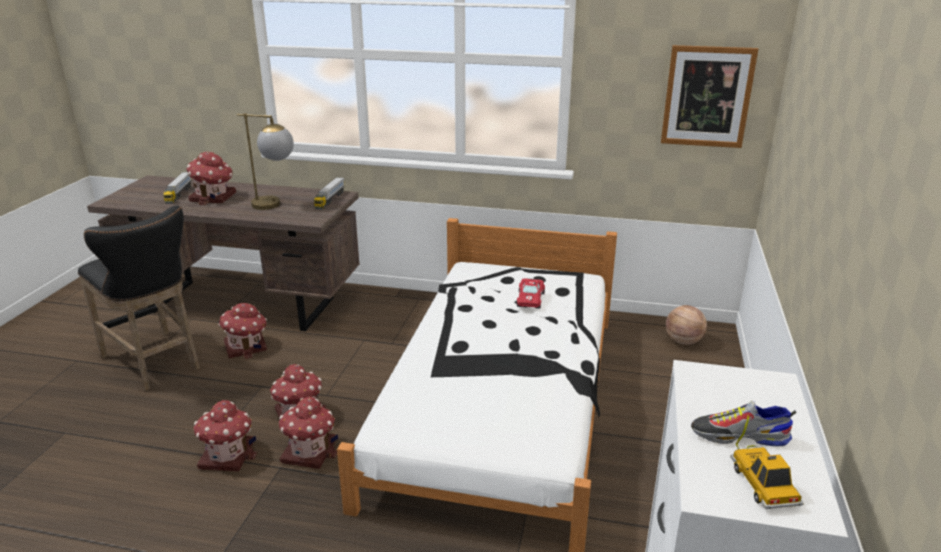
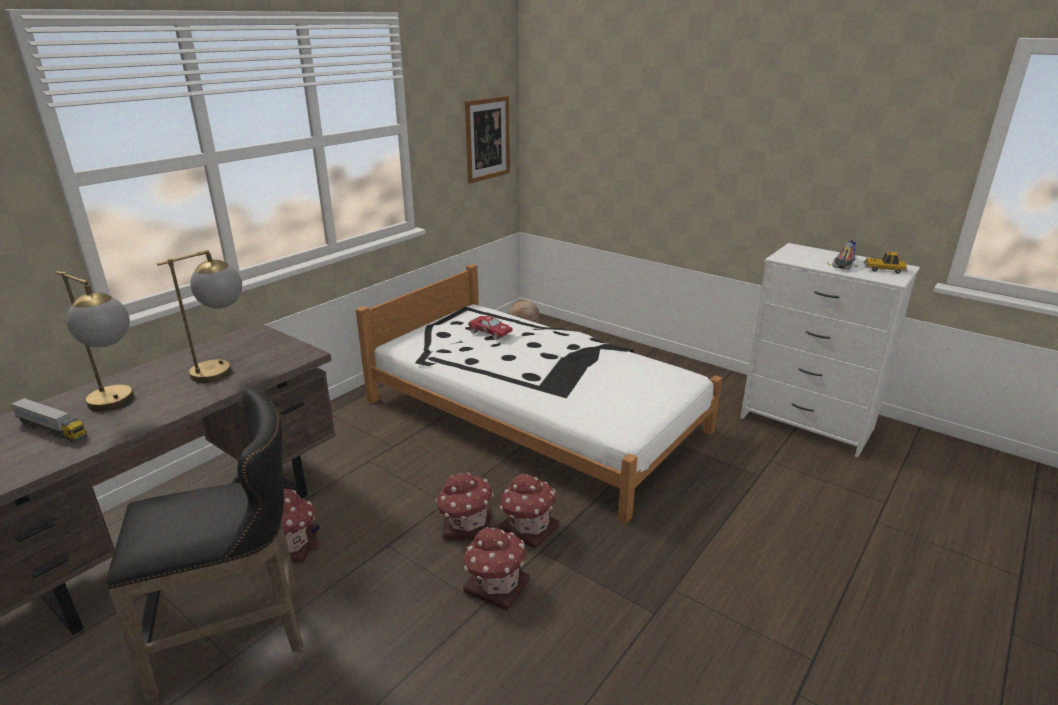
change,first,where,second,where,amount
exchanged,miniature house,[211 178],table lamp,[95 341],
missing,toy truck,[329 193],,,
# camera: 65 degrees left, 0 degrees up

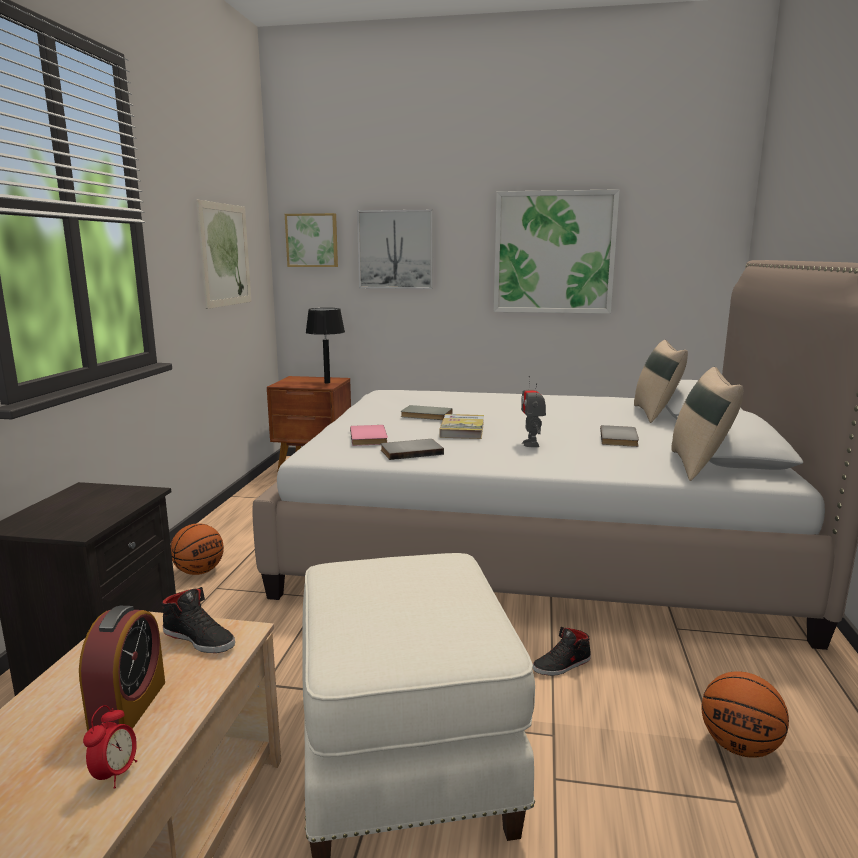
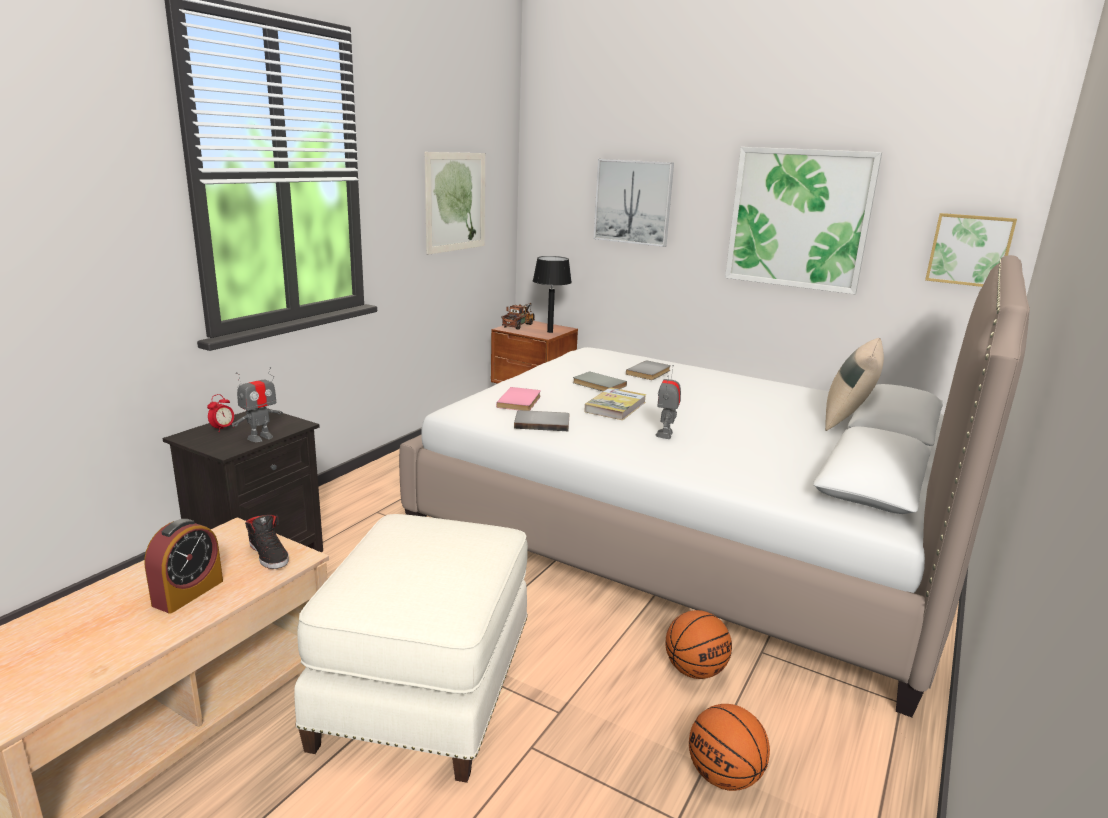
change,first,where,second,where,amount
relocated,wall art,[311 240],,[971 250],
missing,beige-coloured pillow,[707 424],,,
relocated,grey volume,[619 436],,[648 370],
relocated,ball for basketball,[197 549],,[698 644],
missing,black item of footwear,[562 651],,,
relocated,table clock,[110 747],,[220 412],
appeared,,,toy truck,[518 316],
appeared,,,toy robot,[257 404],
# camera: 20 degrees right, 5 degrees up

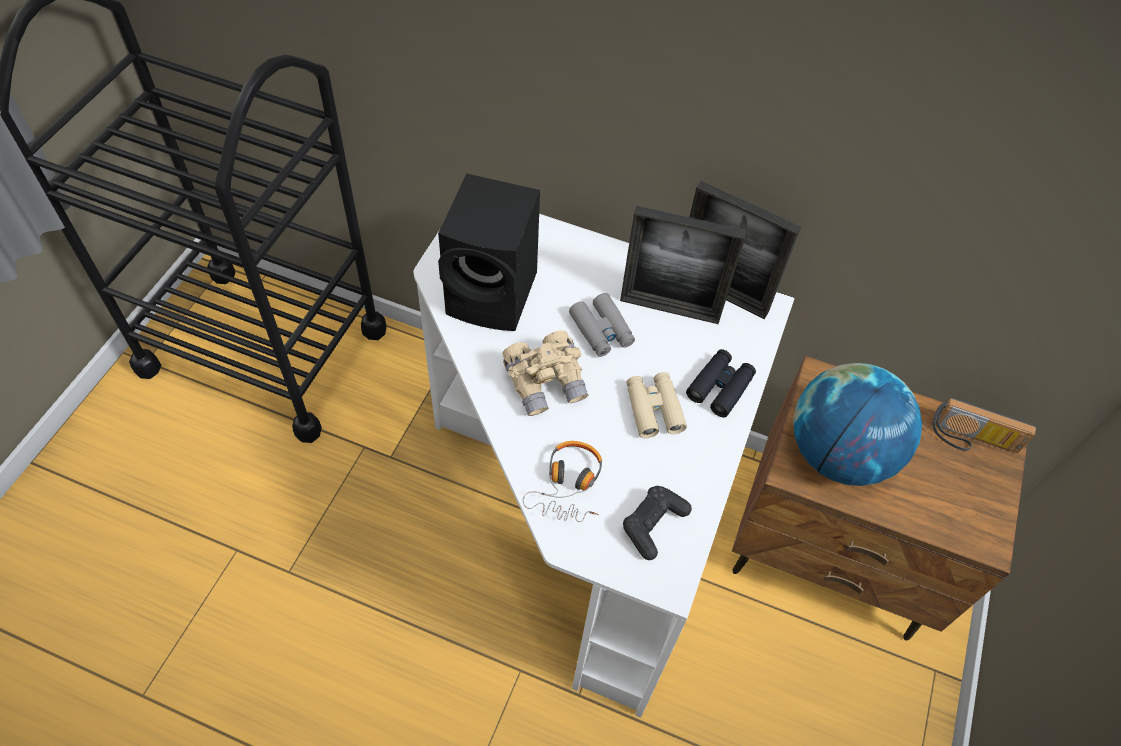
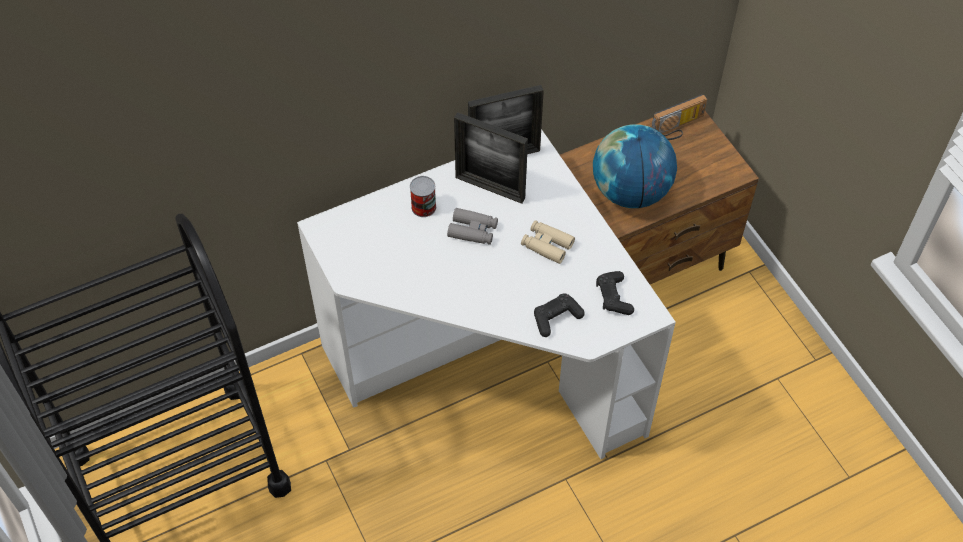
change,first,where,second,where,amount
missing,black speaker,[489 252],,,
spun,picture frame,[683 264],,[491 158],60 degrees clockwise
missing,beige-coloured binoculars,[545 373],,,
missing,black binoculars,[721 383],,,
exchanged,headset,[562 481],black gamepad,[559 315],
appeared,,,sealed can,[423 196],
# camera: 45 degrees left, 0 degrees up

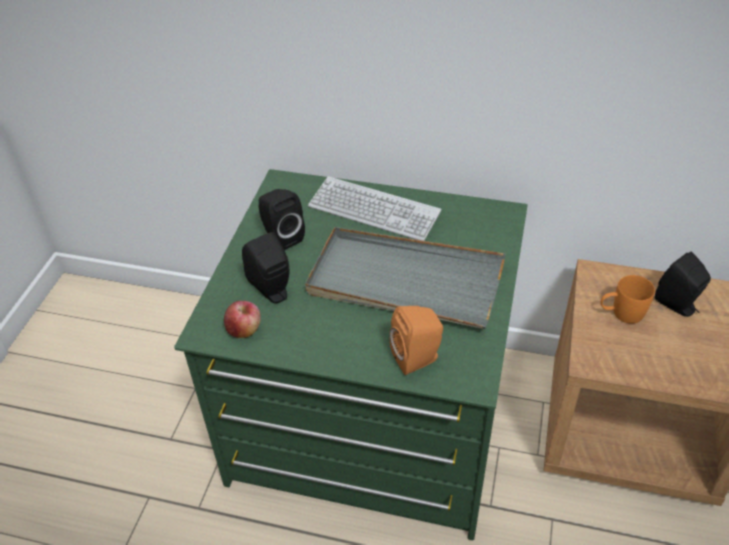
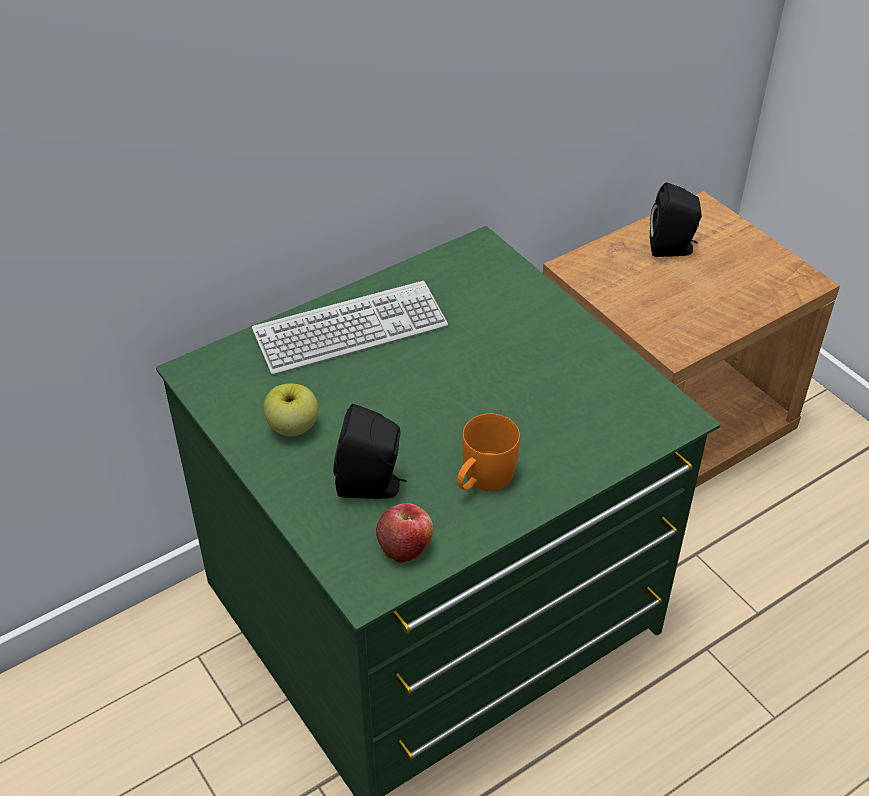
change,first,where,second,where,amount
exchanged,black speaker,[282 219],apple fruit,[290 409],
missing,grey carrying tray,[405 278],,,
relocated,orange-coloured mug,[628 299],,[488 452],
missing,orange-coloured speaker,[416 340],,,
# camera: 50 degrees left, 0 degrees up

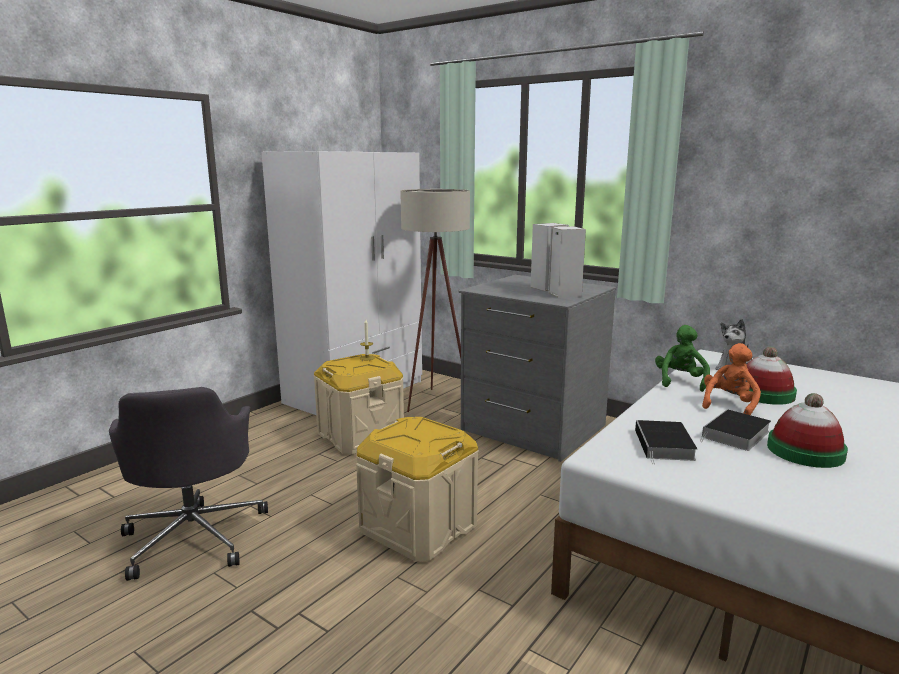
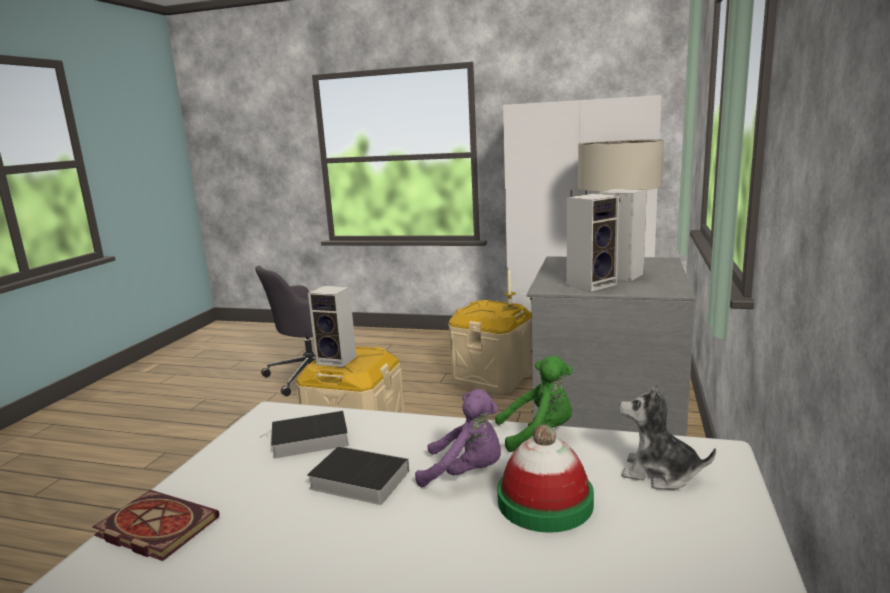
change,first,where,second,where,amount
colour,orange-coloured soft toy,[731 379],purple-coloured soft toy,[458 438],
missing,wearable hat,[807 430],,,
appeared,,,speaker,[332 326],
appeared,,,volume,[156 525],
# camera: 70 degrees right, 0 degrees up

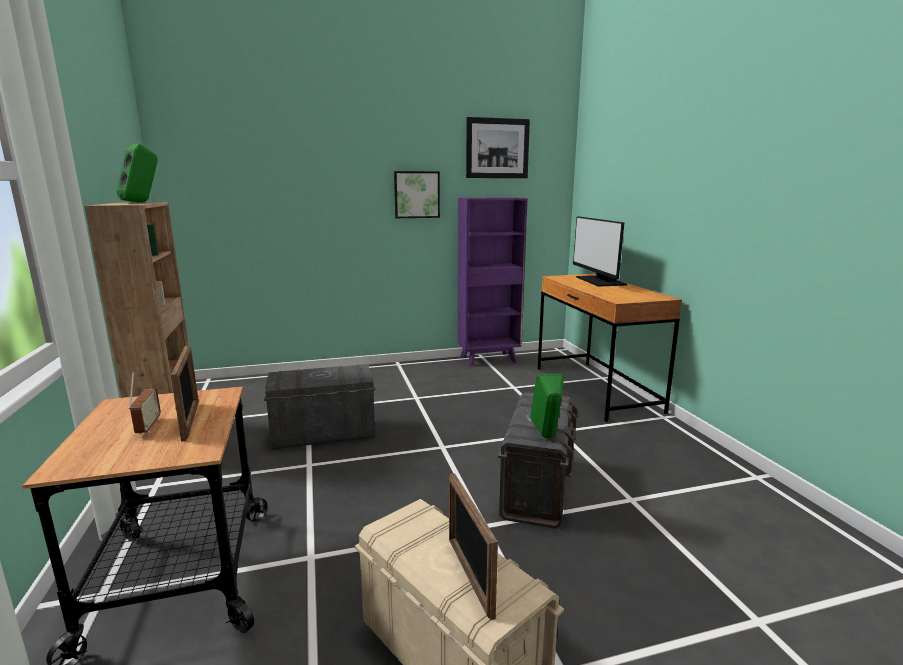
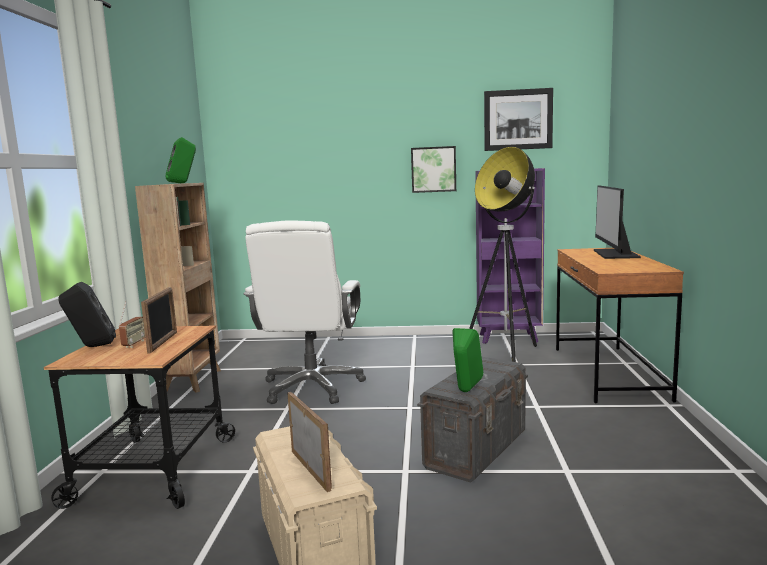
change,first,where,second,where,amount
exchanged,grey storage container,[319 406],white-coloured office chair,[304 312],
spun,picture frame,[473 546],,[309 442],150 degrees clockwise
appeared,,,standard lamp,[503 254],
appeared,,,black speaker,[87 314],
# camera: 20 degrees right, 5 degrees down

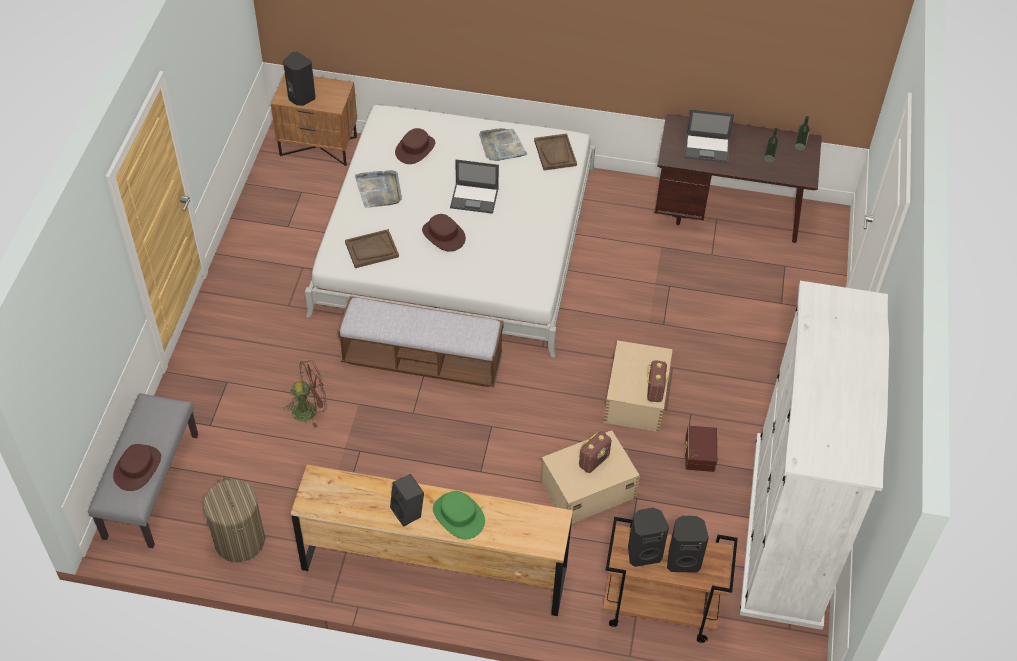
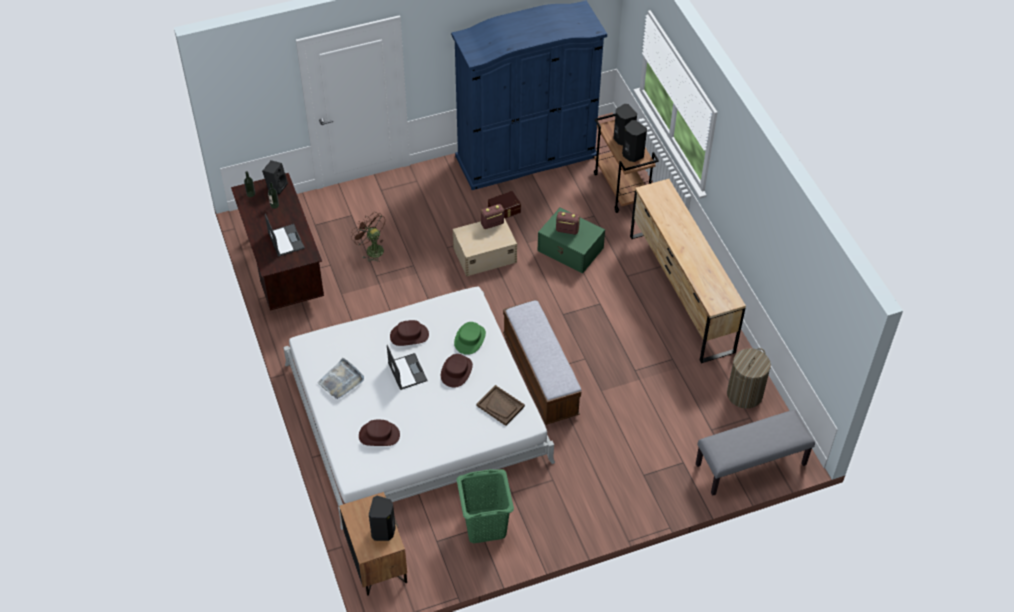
change,first,where,second,where,amount
missing,brownish carrying tray,[555 152],,,
missing,grey carrying tray,[378 189],,,
colour,white-coloured clothes cupboard,[814 455],blue clothes cupboard,[529 95],
relocated,brownish cooling fan,[305 394],,[368 236],
colour,beige-coloured storage container,[590 477],green storage container,[571 241],
relocated,brownish wearable hat,[137 467],,[409 333],
relocated,black speaker,[407 500],,[275 177],
relocated,green wearable hat,[459 515],,[470 338],
appeared,,,green hamper,[485 506],
# camera: 120 degrees left, 0 degrees up

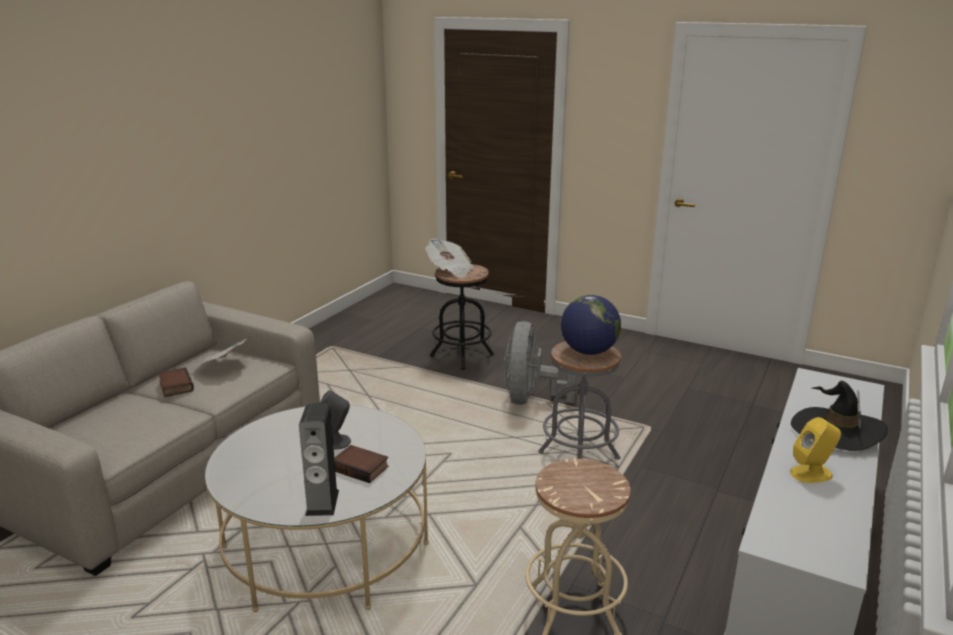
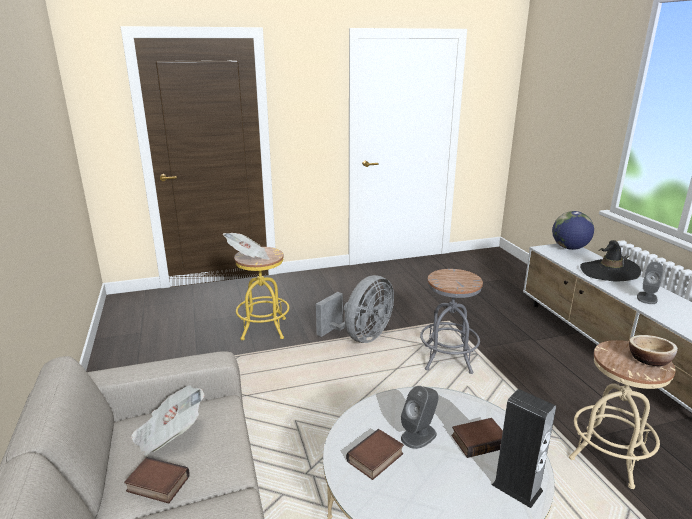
change,first,where,second,where,amount
colour,black sitting stool,[462 317],yellowish sitting stool,[261 293],
relocated,desk globe,[591 325],,[573 230],
spun,grey cooling fan,[540 363],,[355 309],105 degrees counterclockwise
colour,yellowish speaker,[815 450],grey speaker,[650 283],
appeared,,,serving bowl,[653 350],
appeared,,,volume,[375 454],
# camera: 45 degrees left, 0 degrees up

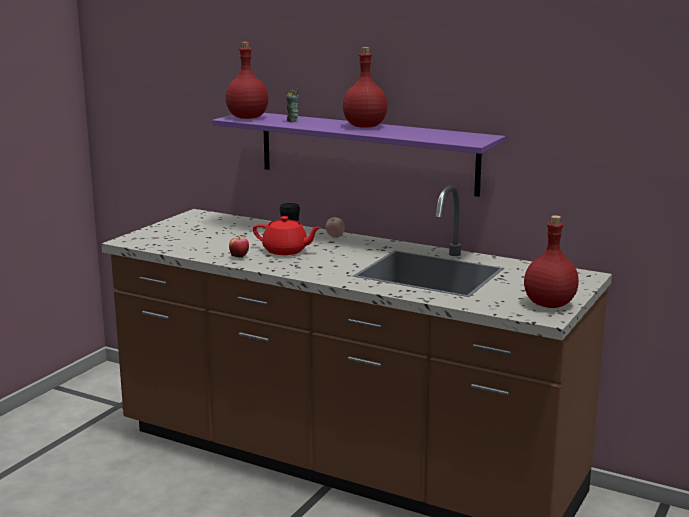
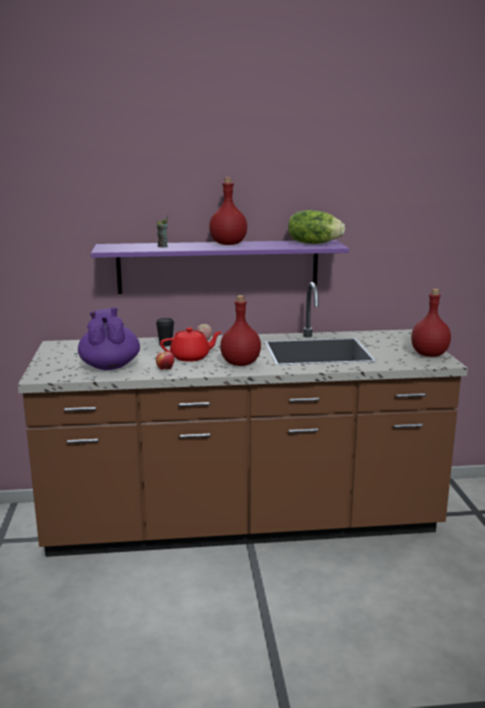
change,first,where,second,where,amount
relocated,red drink bottle,[246 80],,[240 330],
appeared,,,lettuce,[316 227],
appeared,,,purple-coloured tea pot,[109 339],
# camera: 35 degrees left, 0 degrees up

